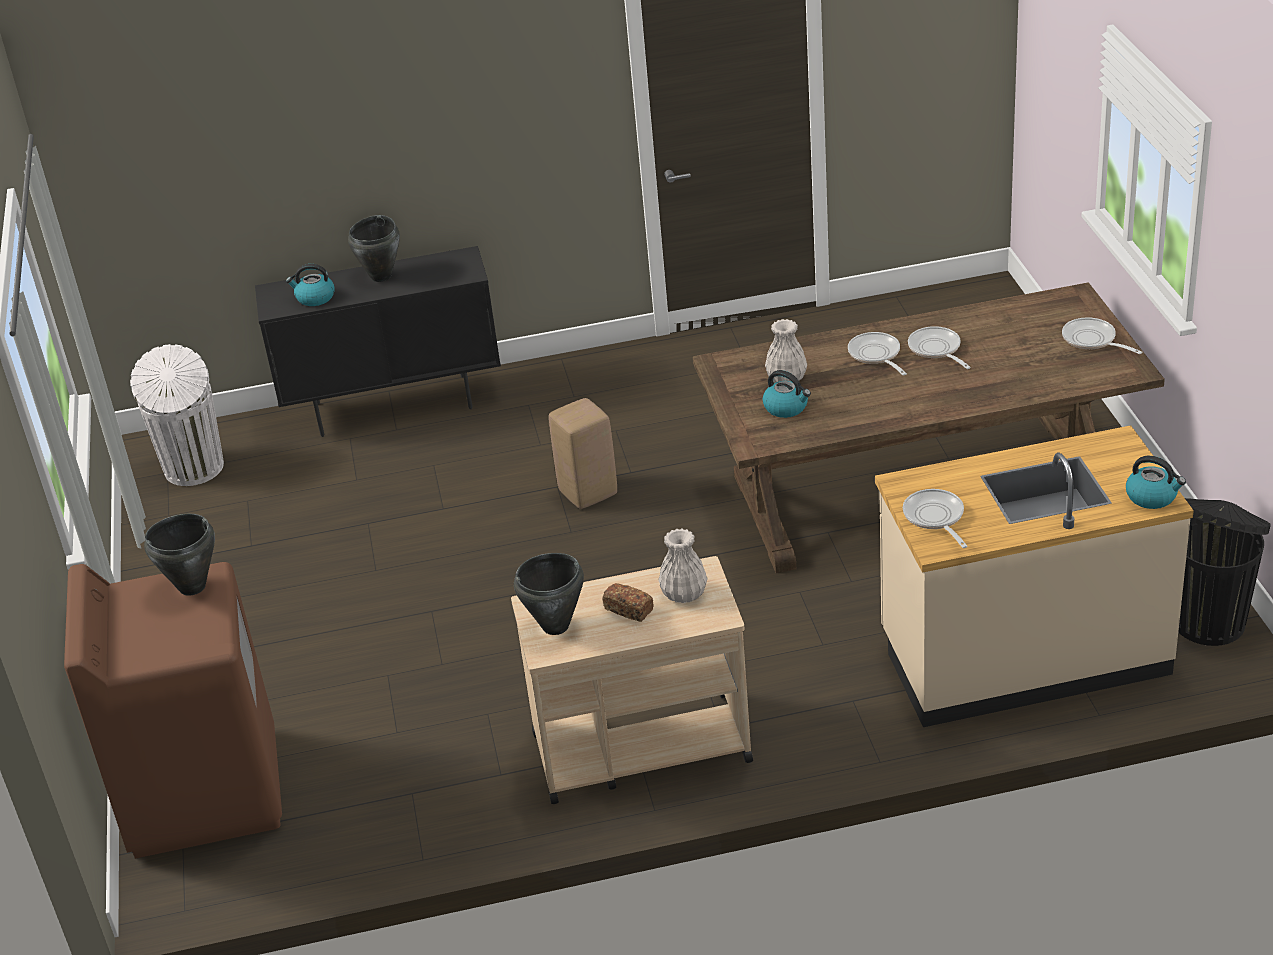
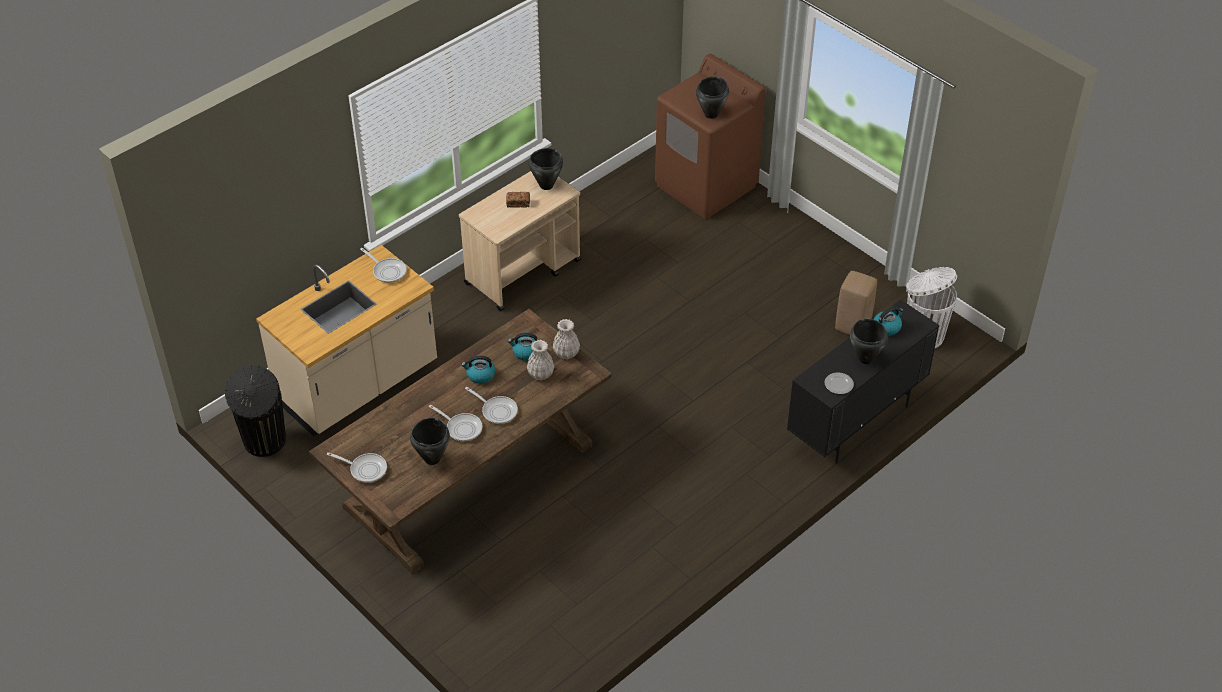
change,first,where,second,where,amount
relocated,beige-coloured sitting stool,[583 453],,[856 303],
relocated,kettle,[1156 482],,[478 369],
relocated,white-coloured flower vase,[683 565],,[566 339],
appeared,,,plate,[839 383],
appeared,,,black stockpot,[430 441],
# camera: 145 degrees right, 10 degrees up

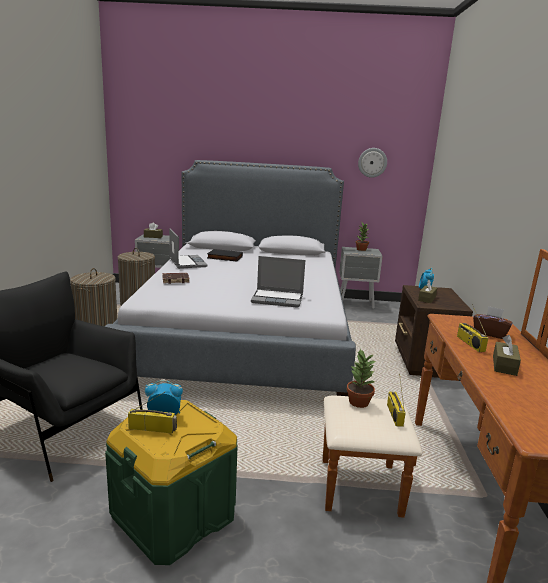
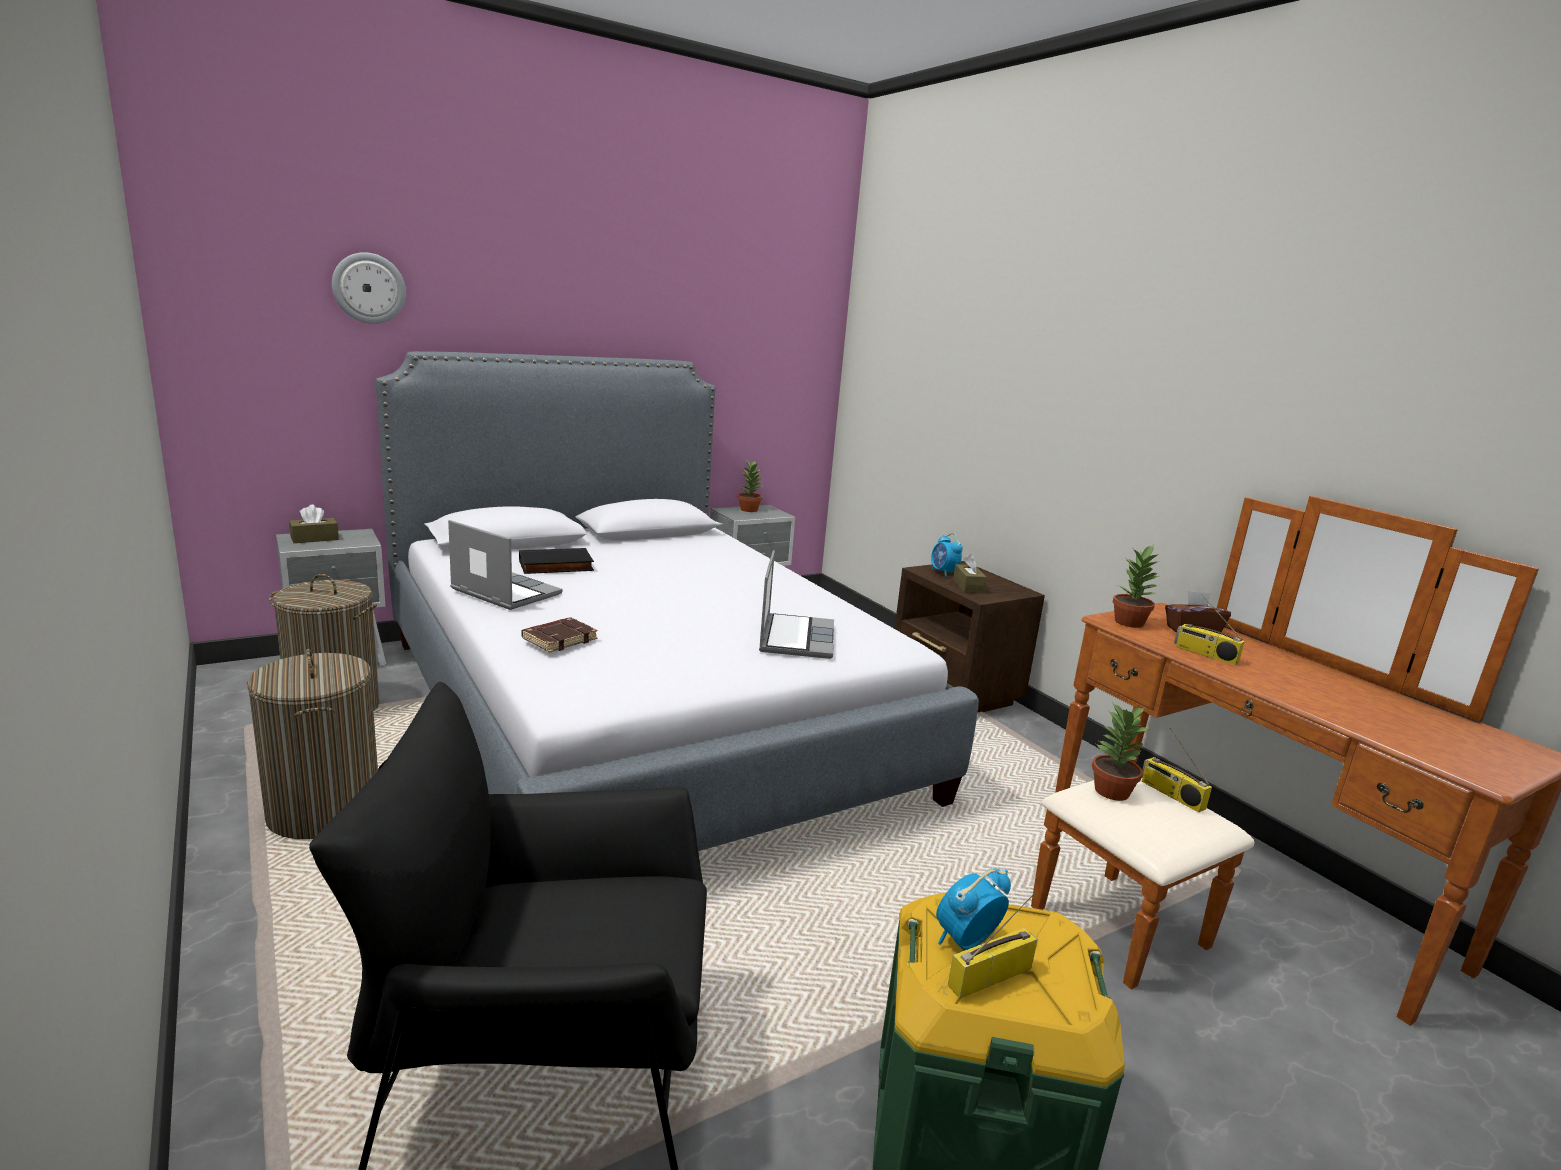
change,first,where,second,where,amount
relocated,hanging clock,[372 163],,[369 288],
spun,laptop,[278 282],,[796 604],60 degrees counterclockwise
missing,brownish box of tissues,[507 355],,,
appeared,,,houseplant,[1136 586],
# camera: 35 degrees left, 0 degrees up

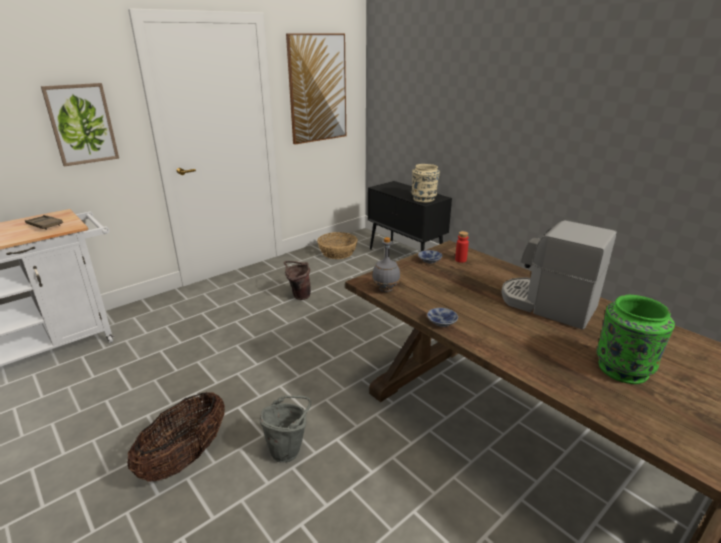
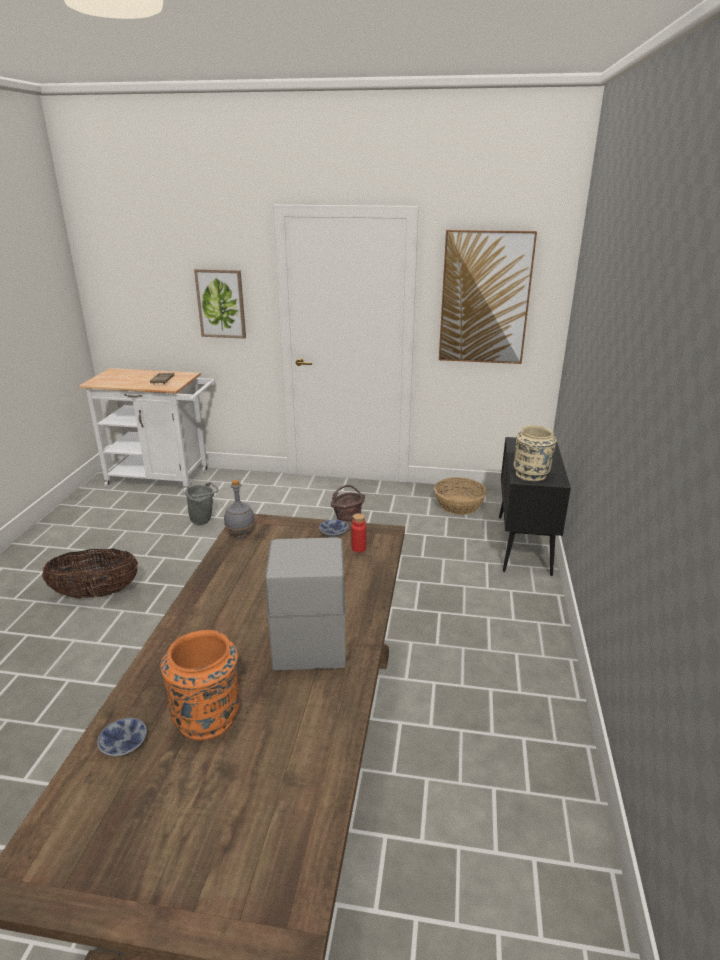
change,first,where,second,where,amount
colour,green flower vase,[635 339],orange-coloured flower vase,[200 685],
relocated,serving bowl,[442 317],,[122 737],
relocated,grey pail,[285 429],,[202 503],
# camera: 50 degrees right, 0 degrees up

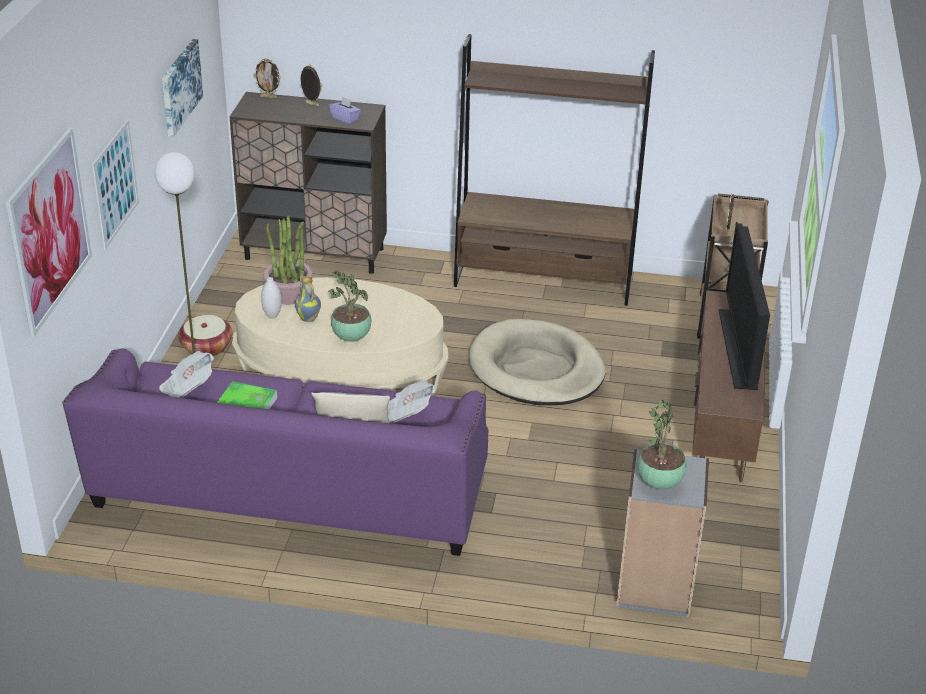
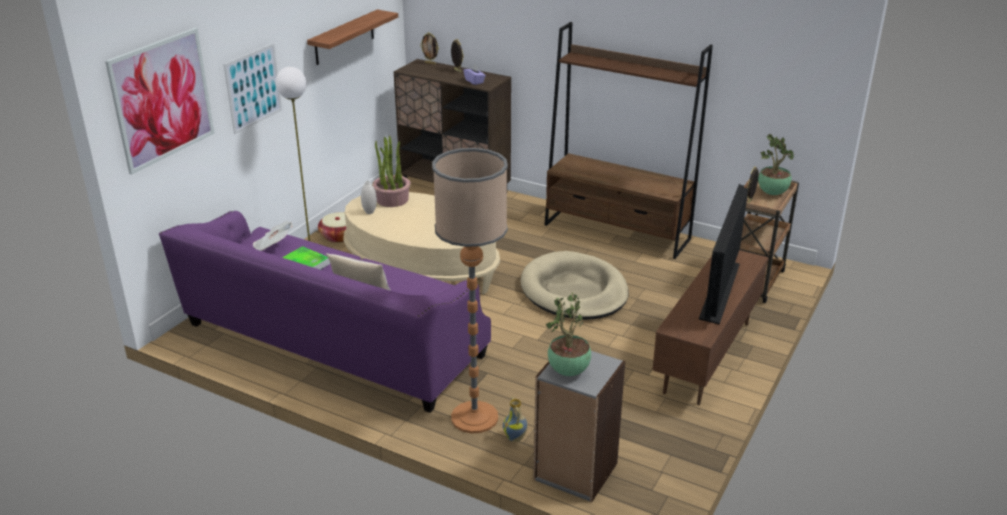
change,first,where,second,where,amount
exchanged,wall art,[182 88],wall shelf,[352 37],
relocated,houseplant,[349 306],,[776 164],
relocated,flower vase,[308 298],,[515 419],
missing,newspaper,[411 401],,,
appeared,,,standard lamp,[470 290],
# camera: 20 degrees right, 5 degrees down

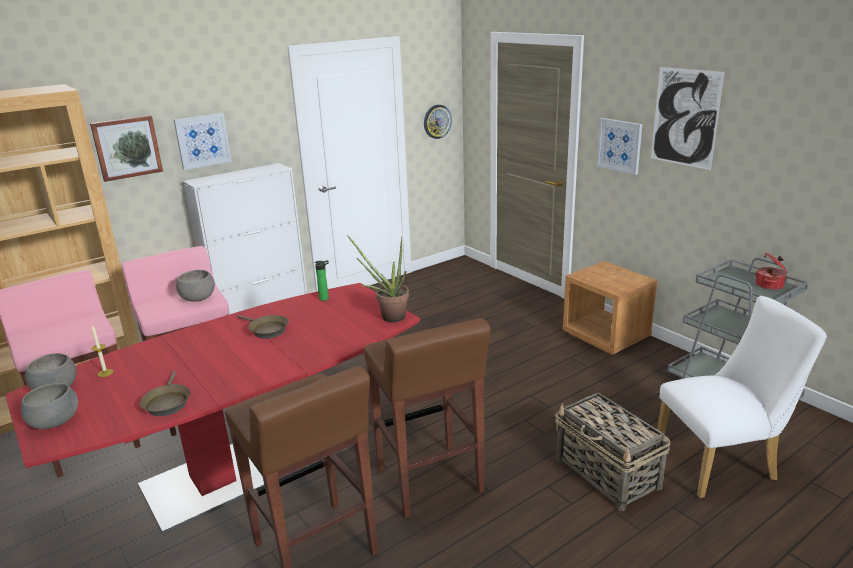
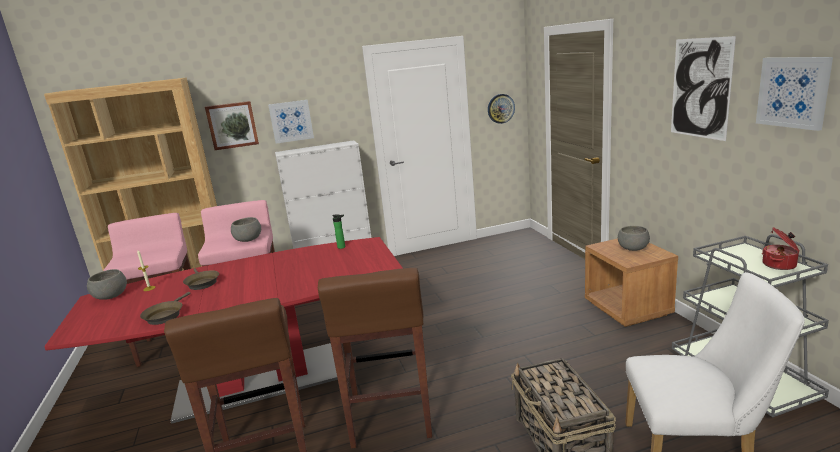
change,first,where,second,where,amount
relocated,wall art,[619 146],,[794 94],
missing,houseplant,[378 278],,,
relocated,brownish frying pan,[263 327],,[201 279],
relocated,grey serving bowl,[49 406],,[634 238],
# camera: 20 degrees right, 5 degrees down

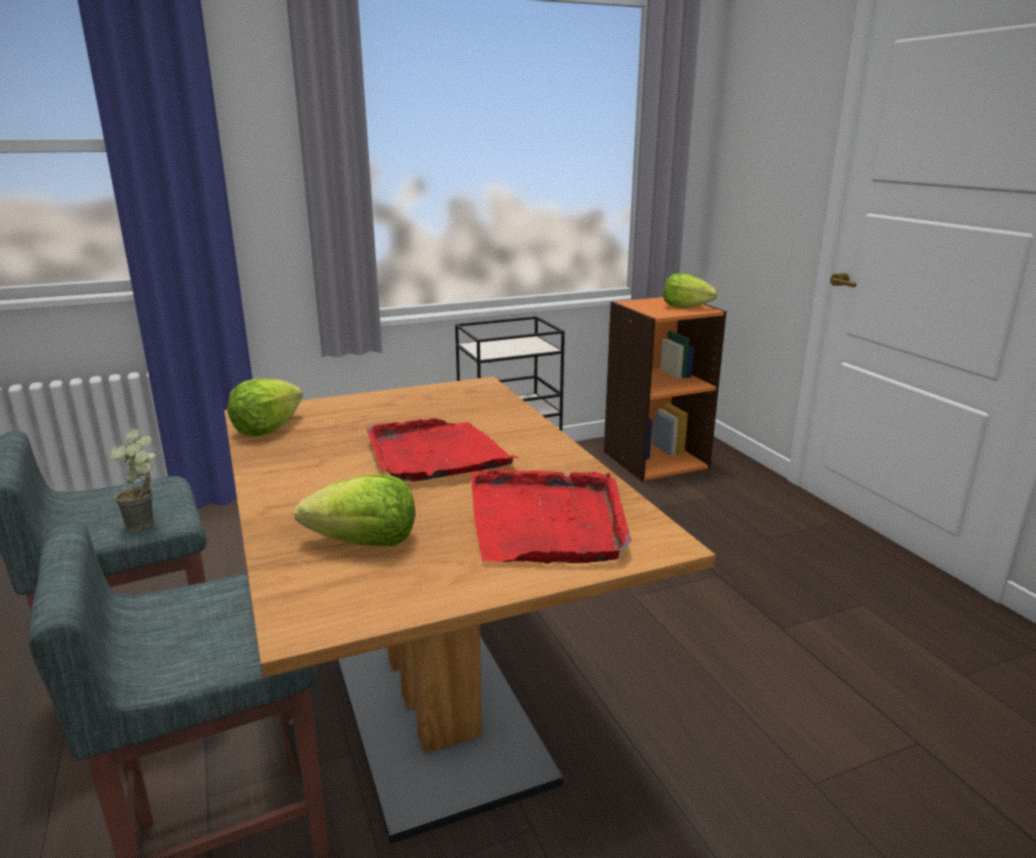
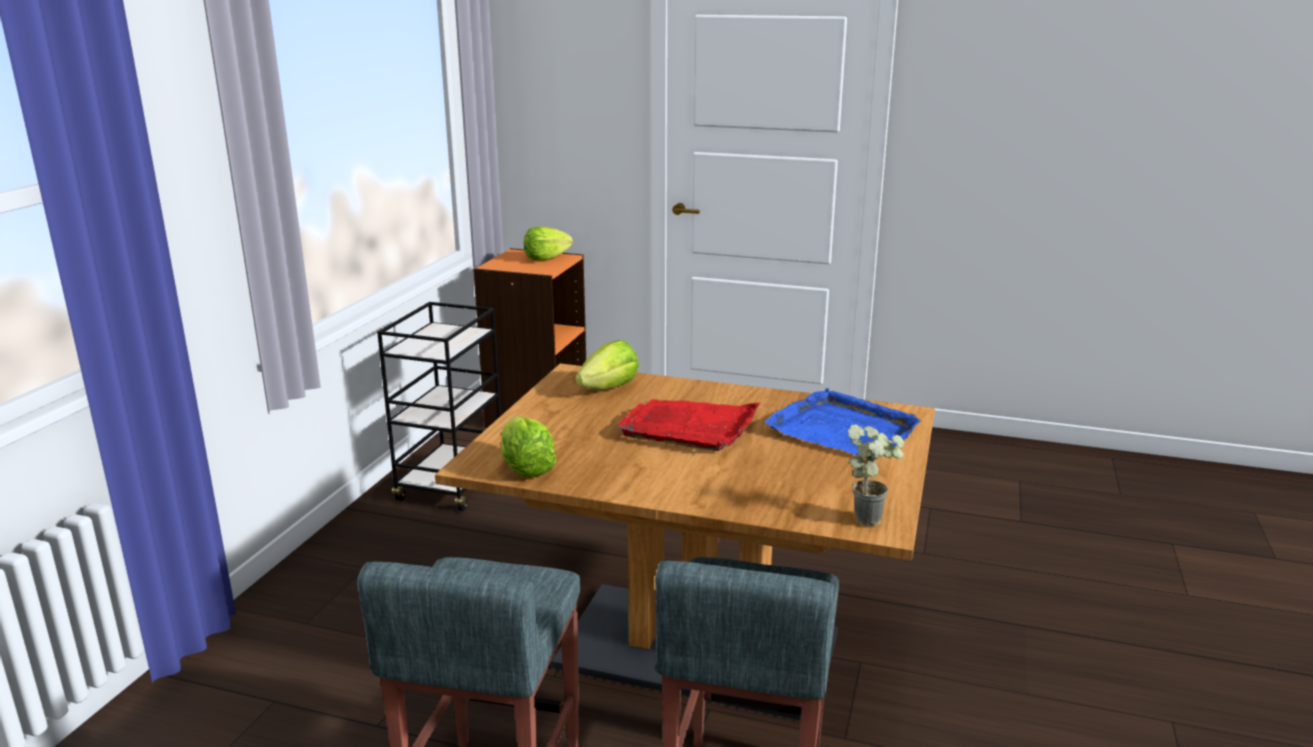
change,first,where,second,where,amount
relocated,houseplant,[131 479],,[876 475],
colour,red carrying tray,[551 516],blue carrying tray,[843 423],
relocated,lettuce,[354 510],,[607 365],
# camera: 50 degrees left, 0 degrees up

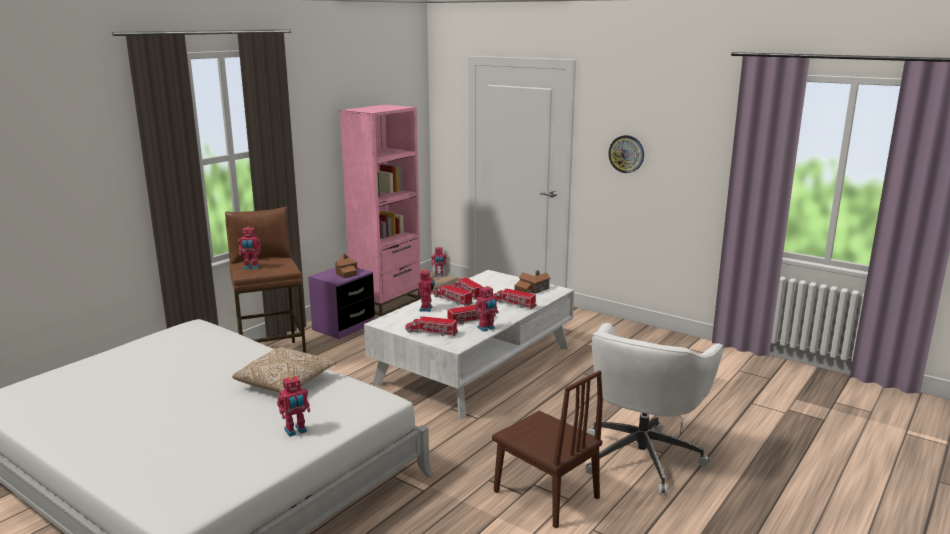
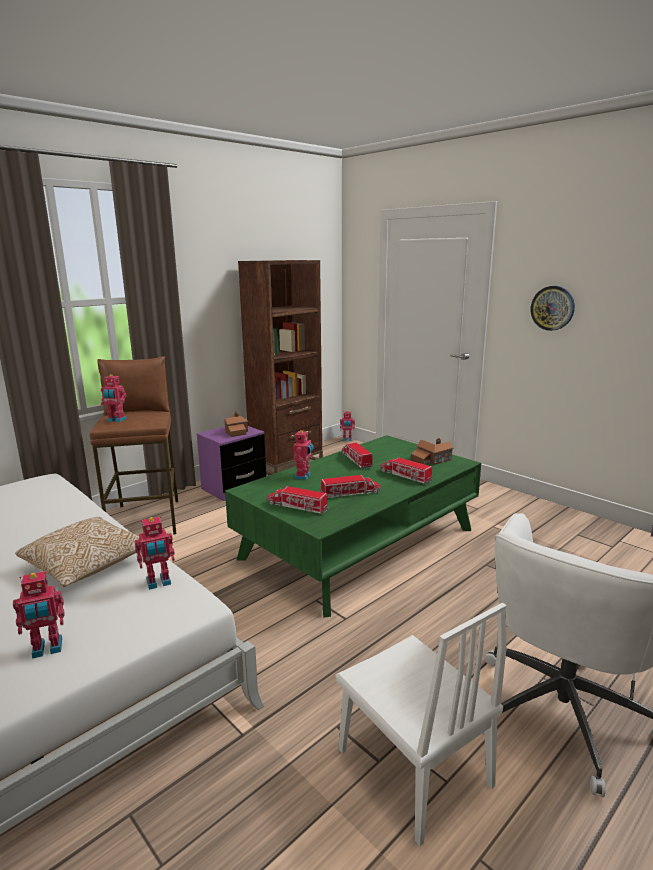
change,first,where,second,where,amount
colour,pinkish bookshelf,[380 210],brownish bookshelf,[280 367],
colour,white-coloured low table,[469 344],green low table,[353 526],
missing,toy truck,[453 295],,,
relocated,toy robot,[487 309],,[155 553],
colour,brownish upright chair,[547 449],white-coloured upright chair,[421 724],
# camera: 10 degrees right, 0 degrees up

